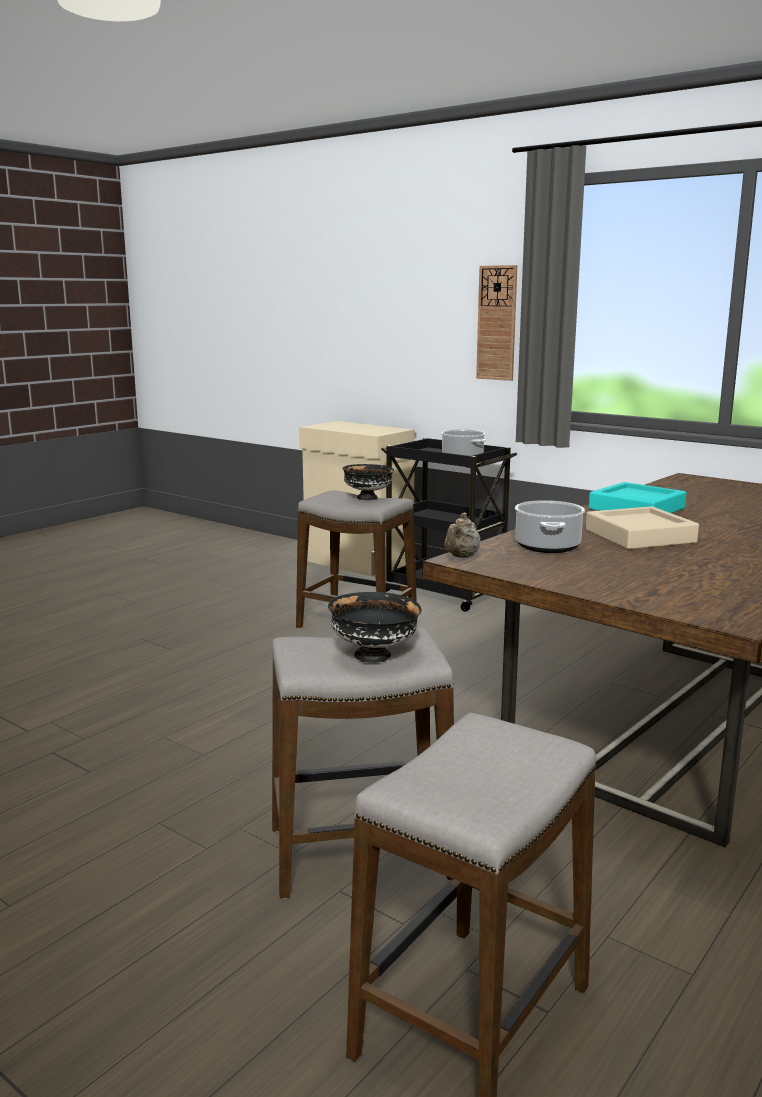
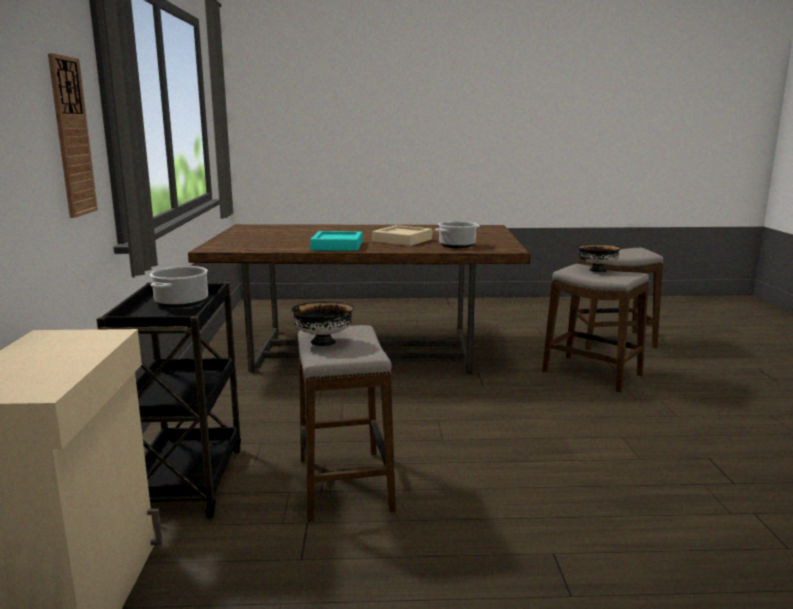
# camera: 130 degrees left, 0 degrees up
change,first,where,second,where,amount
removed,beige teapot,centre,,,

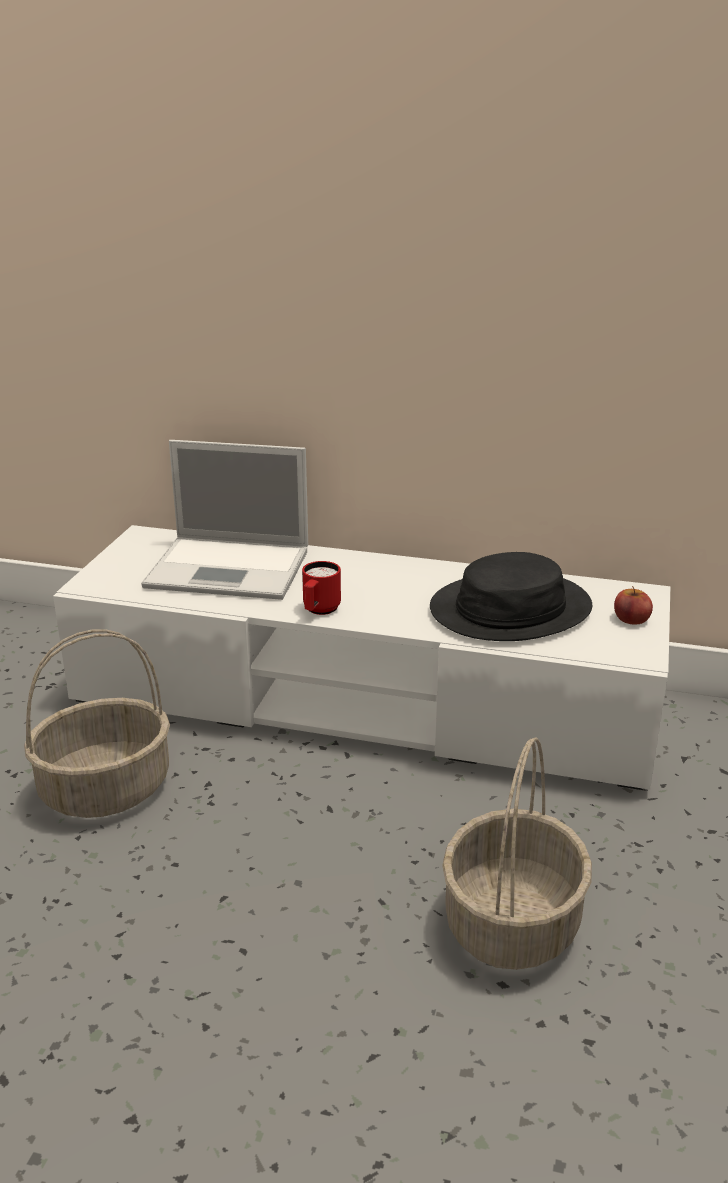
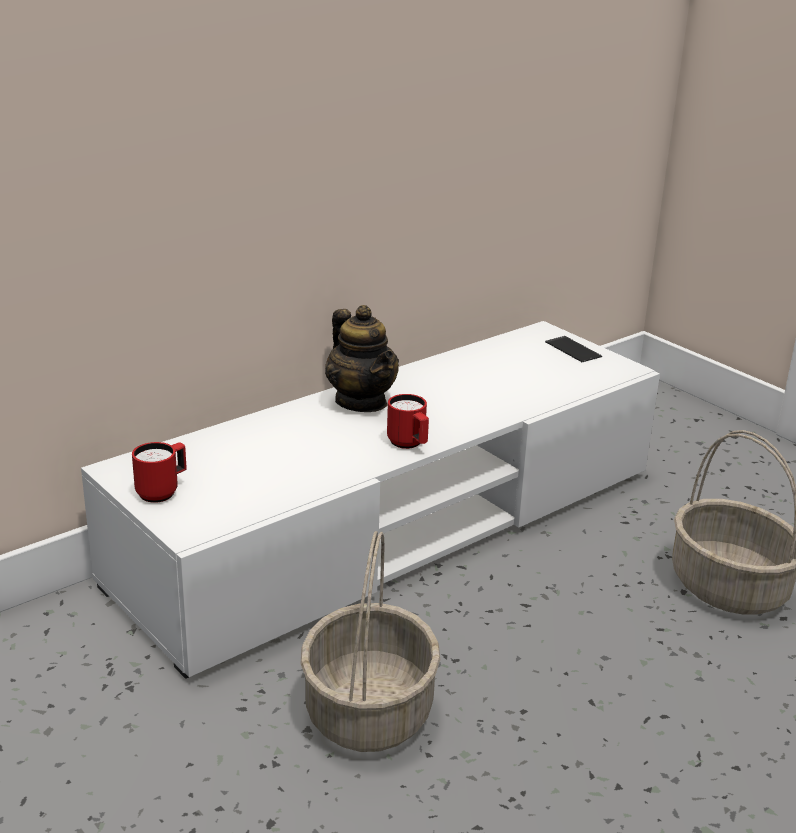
# camera: 55 degrees left, 0 degrees up
change,first,where,second,where,amount
removed,laptop,middle left,,,
removed,black hat,middle right,,,
replaced,apple,middle right,phone,middle right,
added,,,teapot,centre,
added,,,red mug (1st from left),middle left,

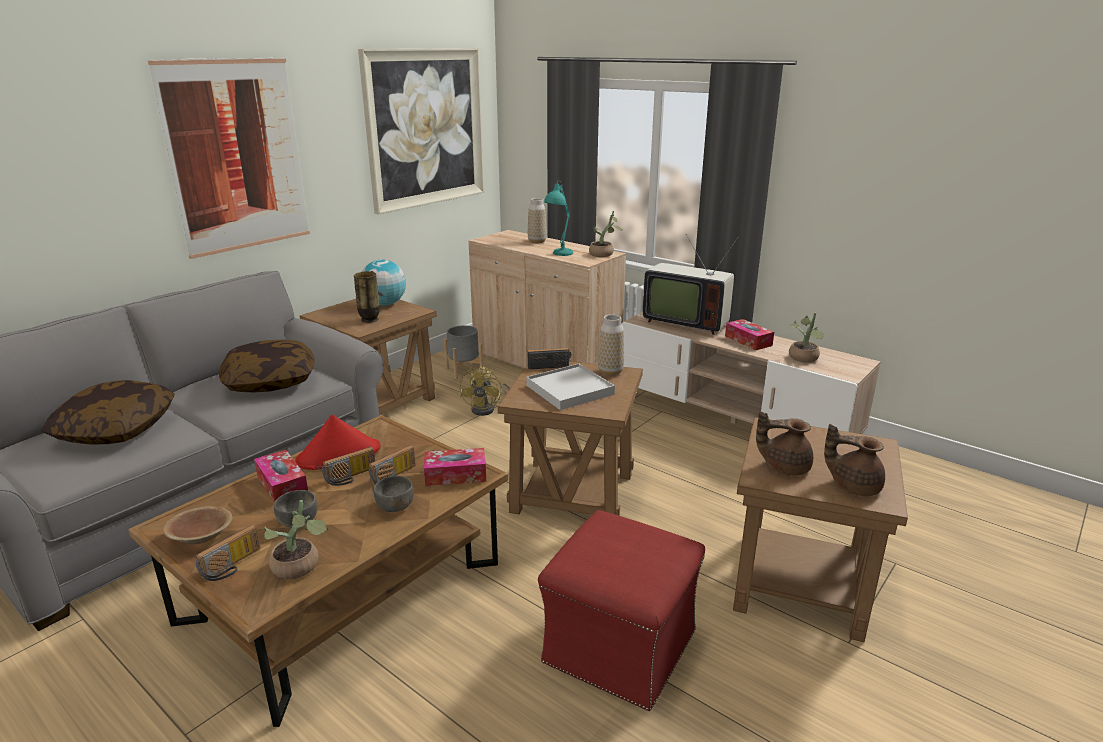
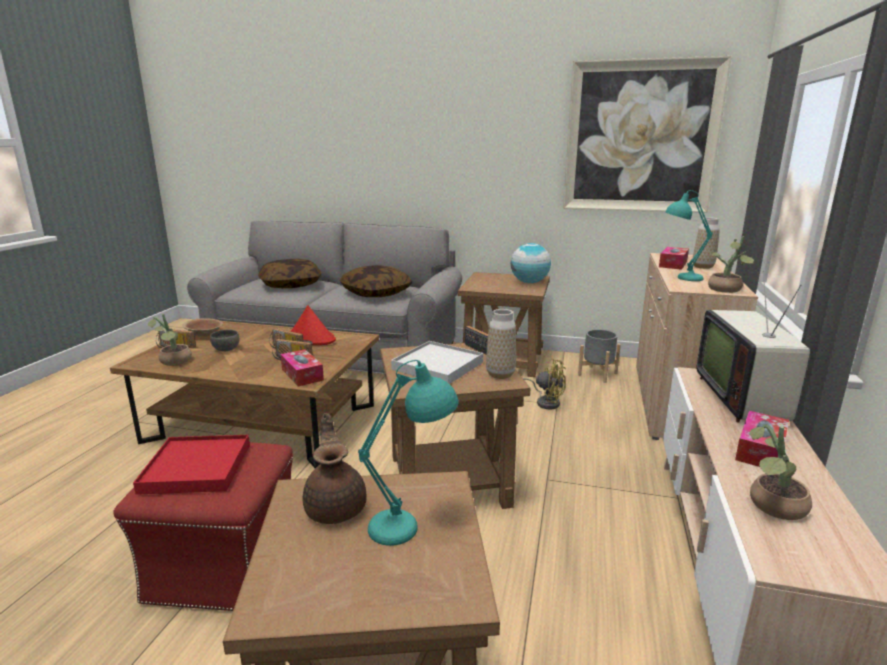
# camera: 65 degrees right, 5 degrees down
change,first,where,second,where,amount
removed,picture (1st from left),top left,,,
removed,vase (1st from left),middle left,,,
turned,yellow fan,centre,,centre,135 degrees counterclockwise
removed,brown teapot (2nd from left),middle right,,,
moved,tissue box (1st from left in the first image),middle left,tissue box (2nd from left),middle right,
removed,grey bowl (2nd from left),centre,,,
added,,,turquoise table lamp (1st from left),bottom centre,
added,,,red tray,bottom left,

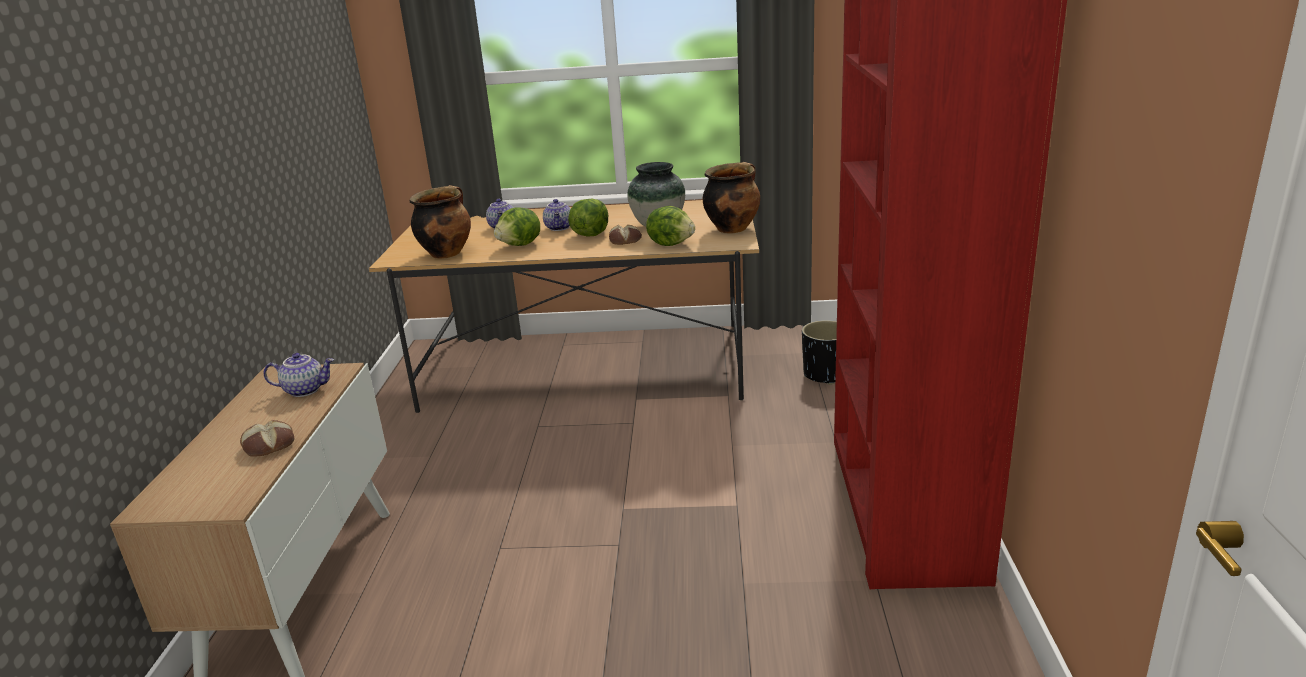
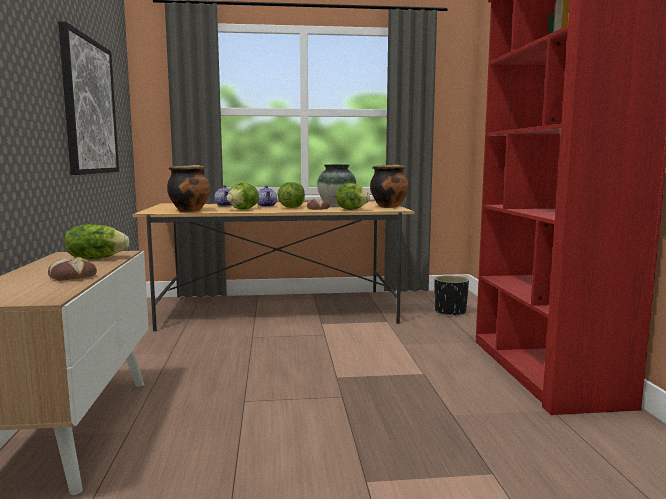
# camera: 10 degrees left, 15 degrees down
change,first,where,second,where,amount
replaced,teapot (1st from left),middle left,lettuce (1st from left),middle left,
added,,,picture,top left,

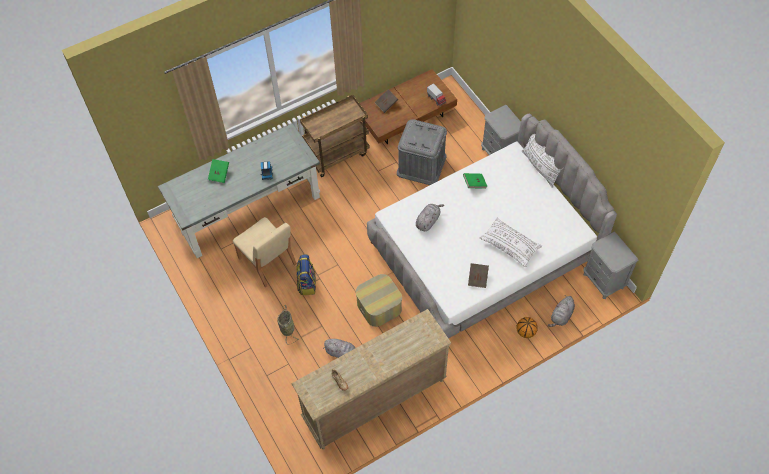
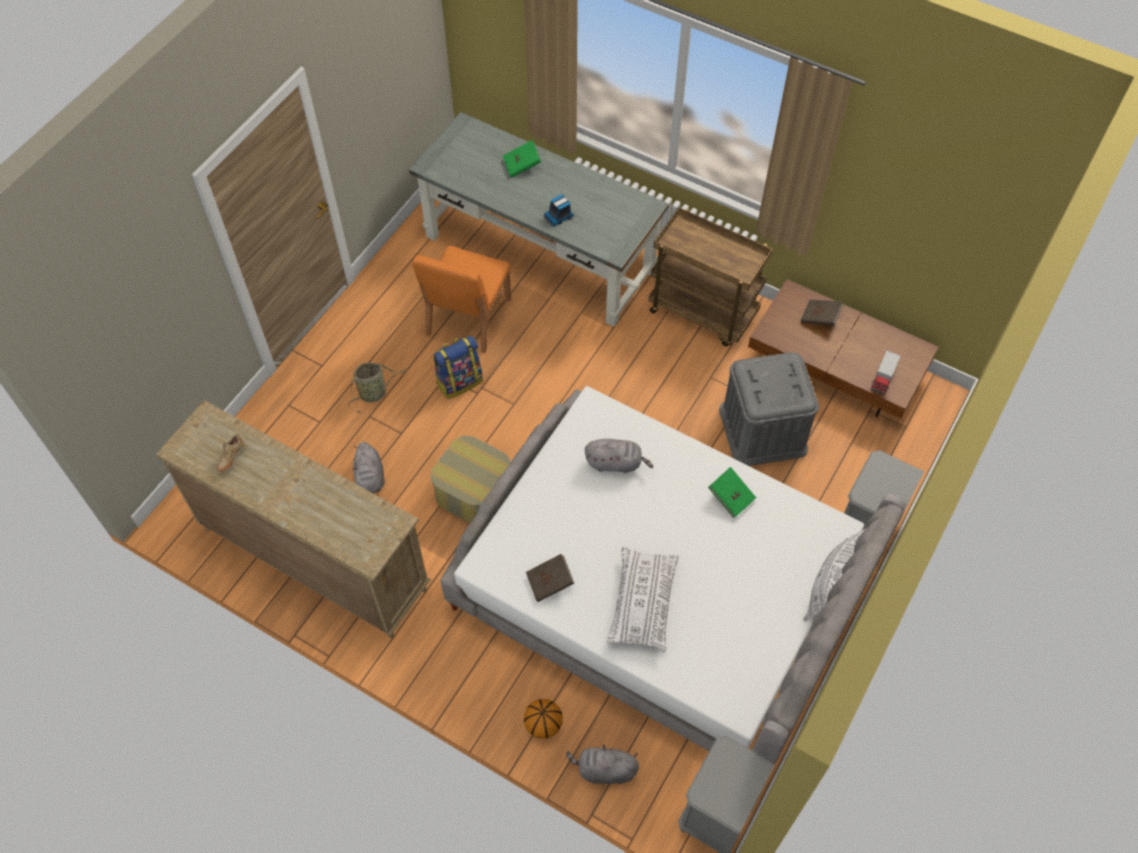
# camera: 60 degrees right, 0 degrees up
change,first,where,second,where,amount
recoloured,beige chair,centre,orange chair,centre,

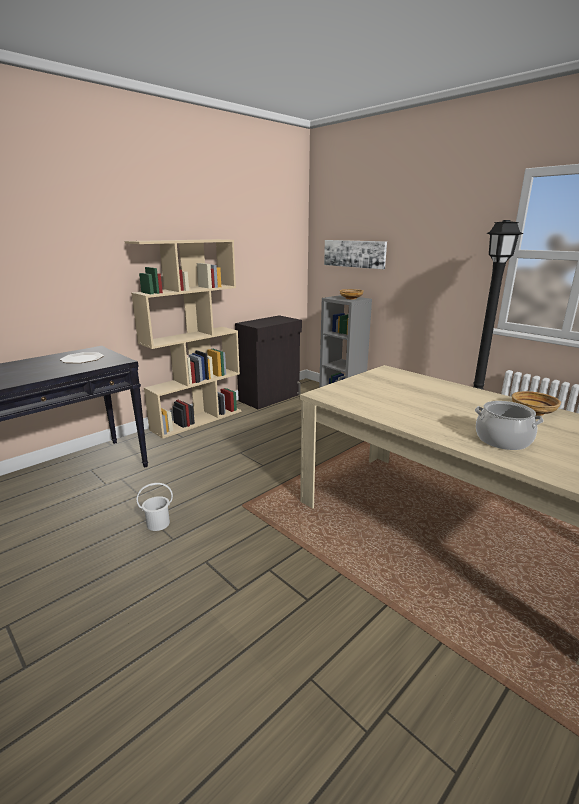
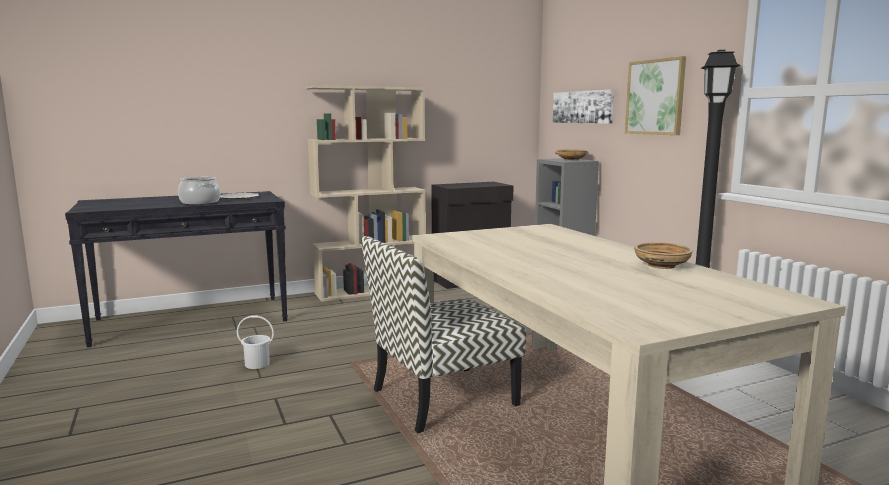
# camera: 20 degrees right, 10 degrees down
change,first,where,second,where,amount
moved,cooking pot,middle right,,middle left,
added,,,picture (2nd from left),top right,
added,,,chair,bottom centre,

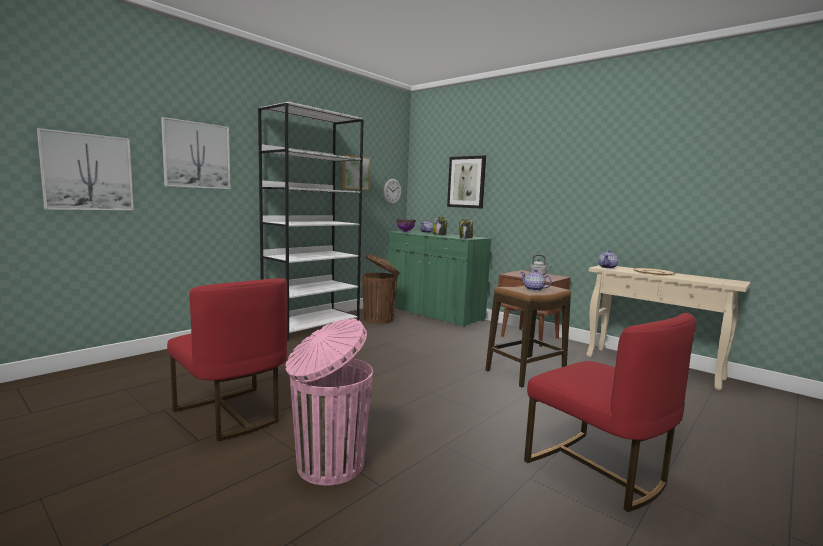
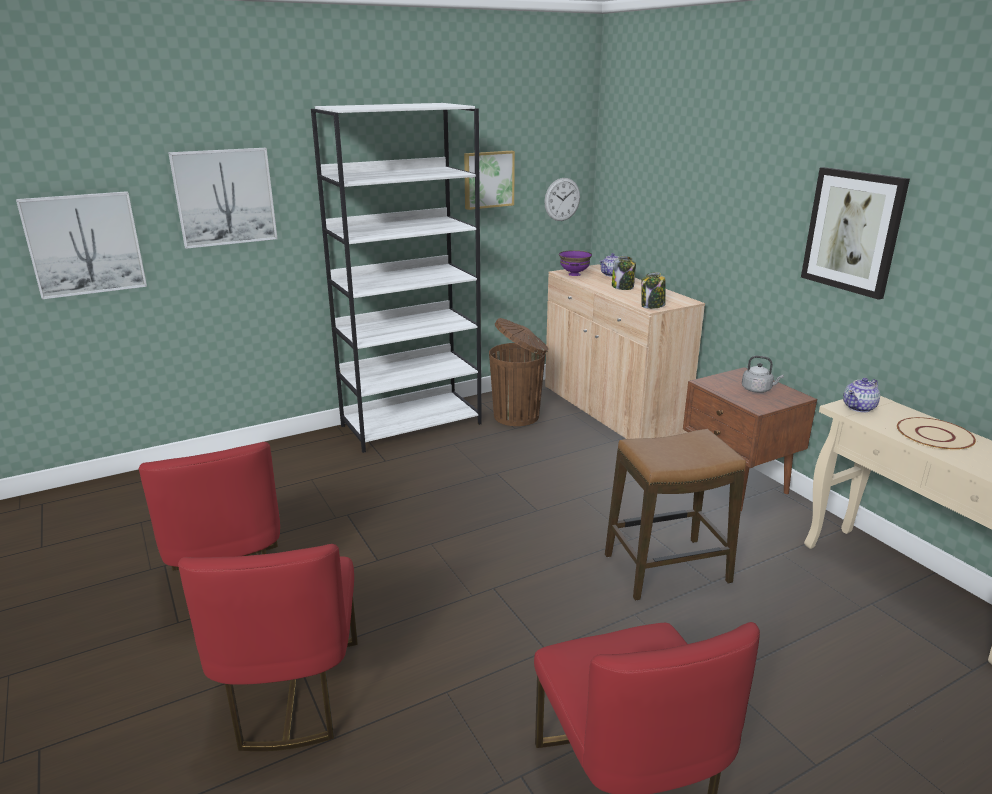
# camera: 20 degrees right, 15 degrees up
change,first,where,second,where,amount
moved,picture (4th from left),centre,,top right,
recoloured,green cabinet,centre,beige cabinet,centre,
removed,teapot (2nd from left),centre,,,
replaced,pink trash can,bottom centre,red chair (2nd from left),bottom left,

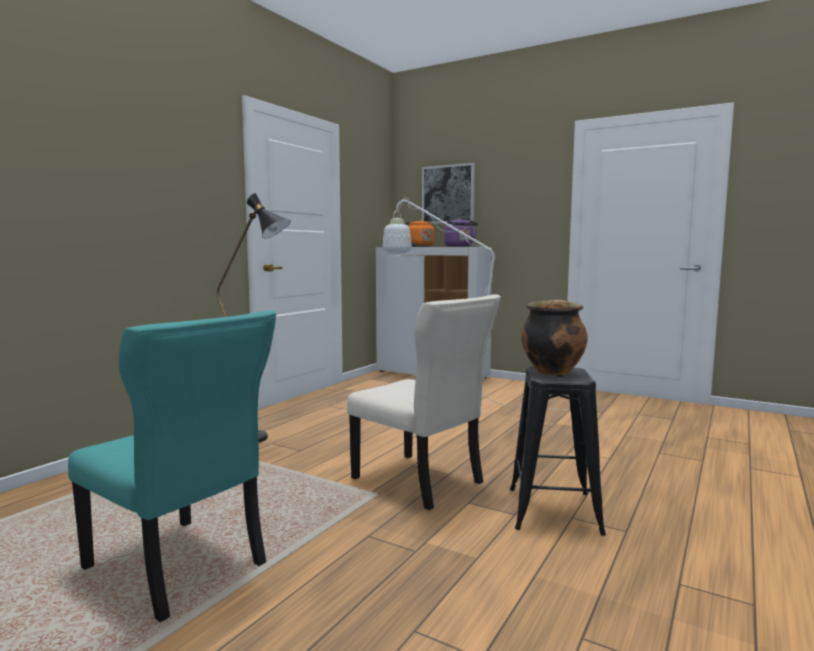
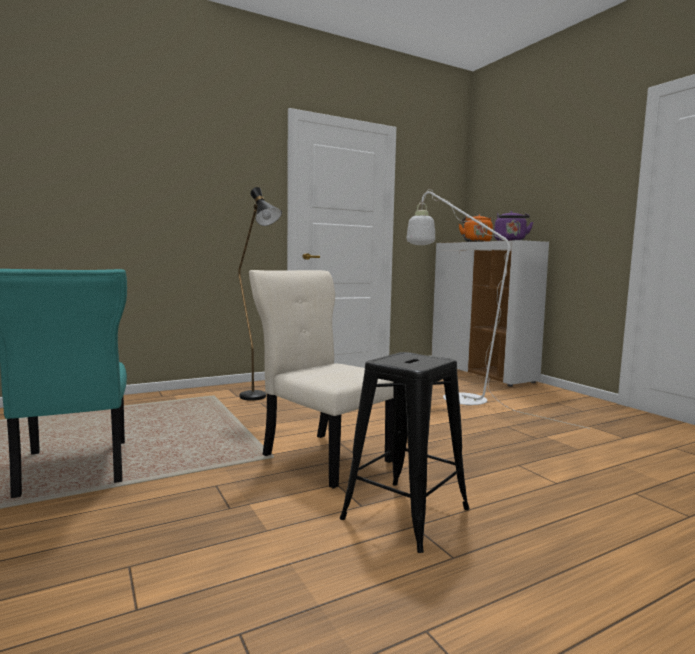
# camera: 30 degrees right, 0 degrees up
change,first,where,second,where,amount
removed,picture,top centre,,,
turned,beige chair,centre,,centre,150 degrees clockwise
removed,cooking pot,middle right,,,

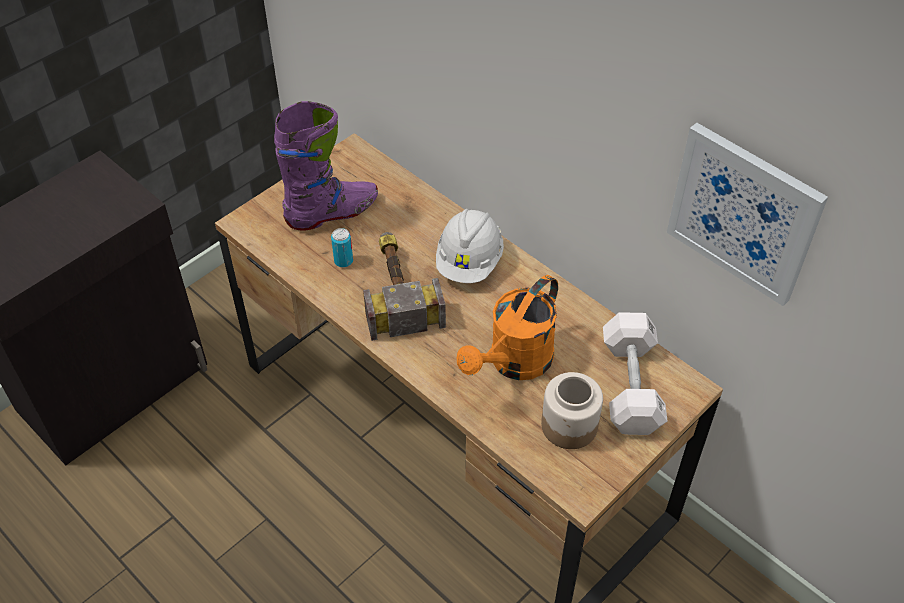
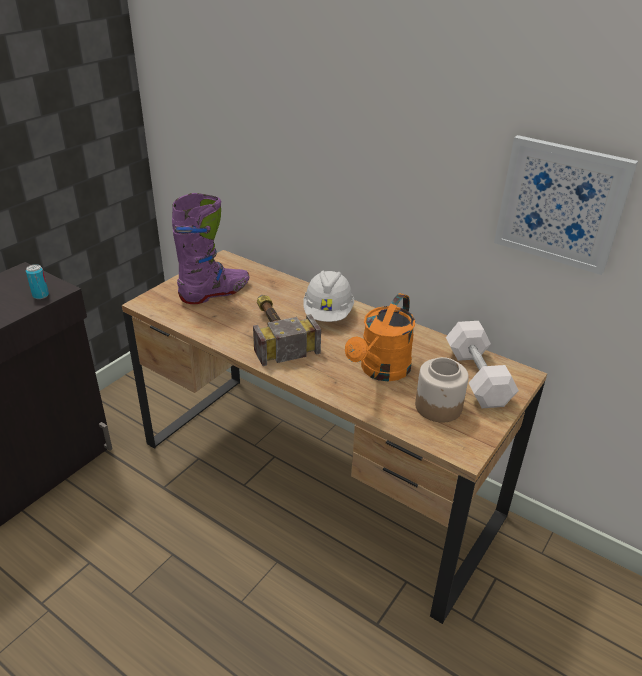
# camera: 10 degrees left, 15 degrees down
change,first,where,second,where,amount
moved,can,centre,,middle left,

